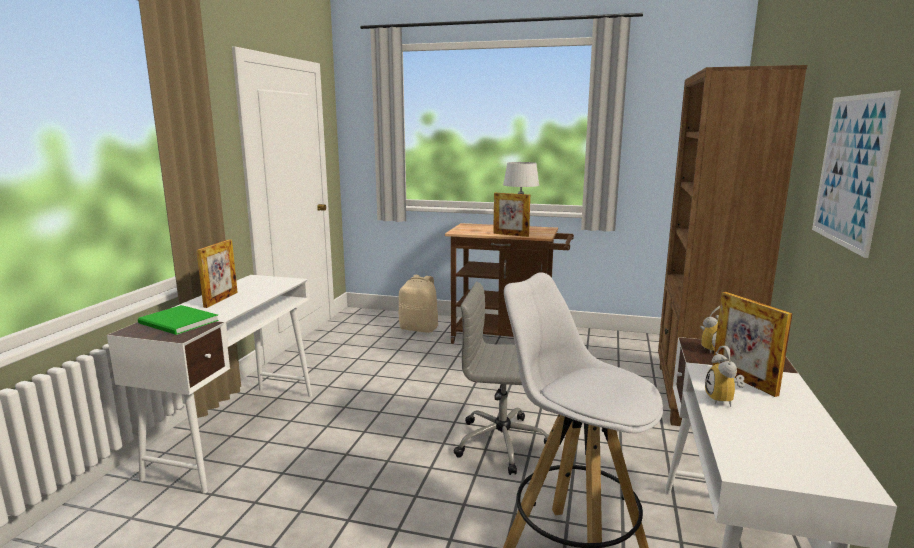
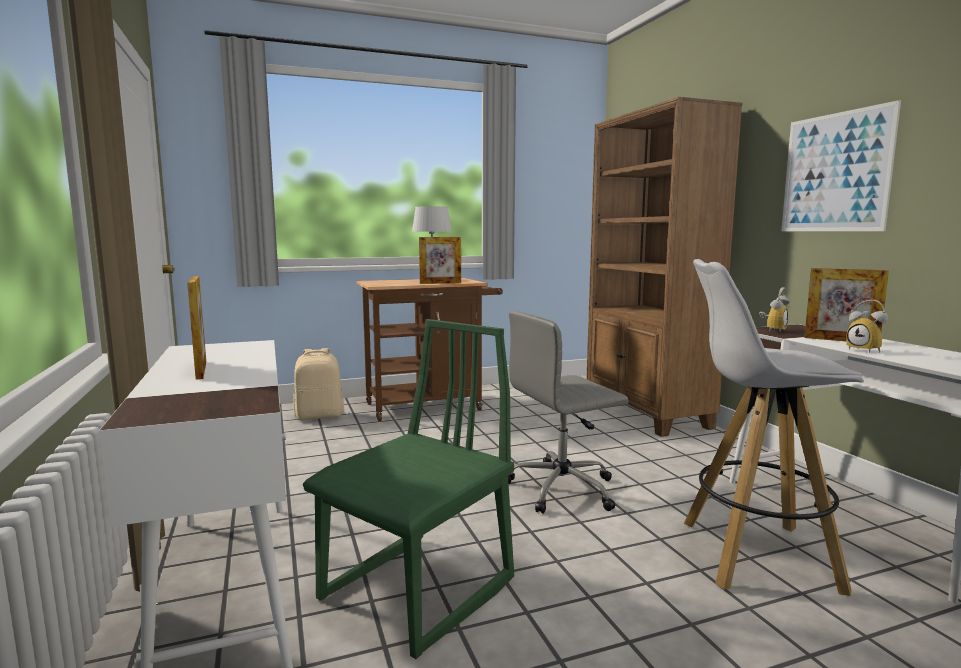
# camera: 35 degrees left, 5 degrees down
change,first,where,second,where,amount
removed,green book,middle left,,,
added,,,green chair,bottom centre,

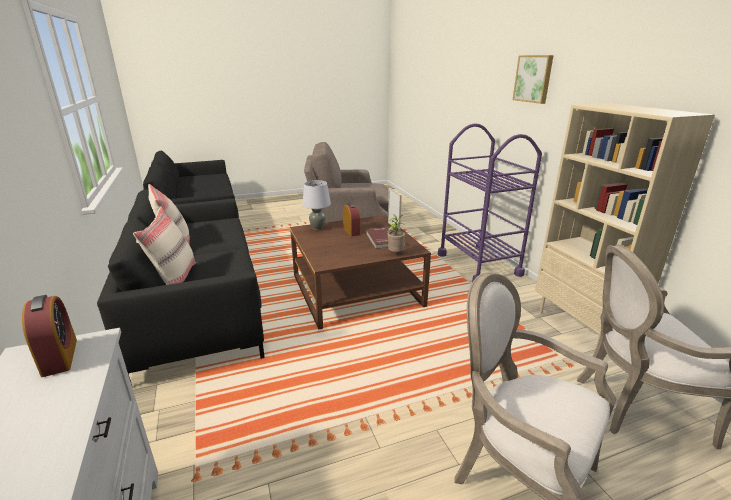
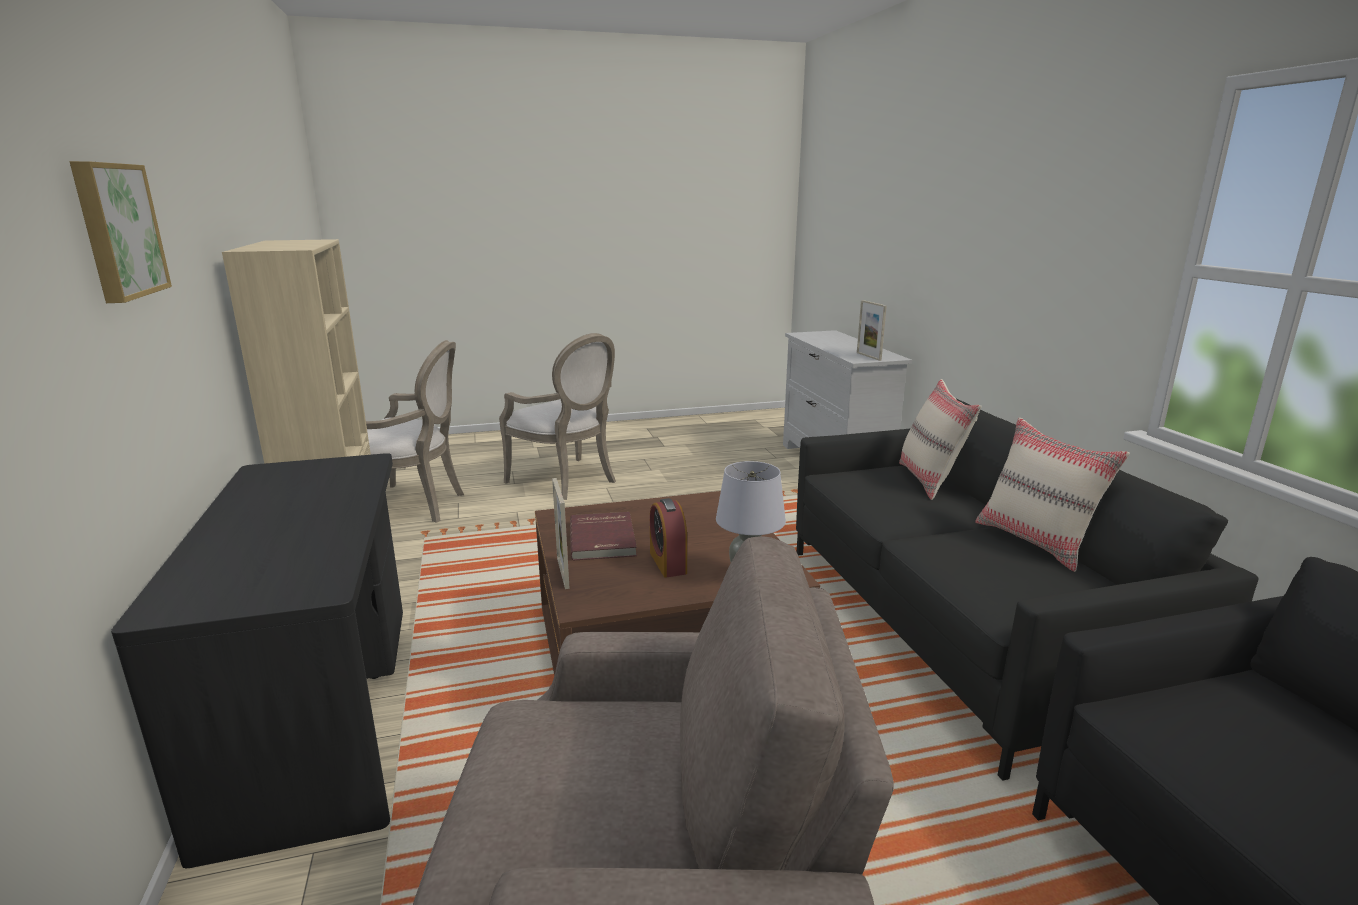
# camera: 175 degrees left, 5 degrees down
change,first,where,second,where,amount
replaced,purple cart,middle right,black desk,bottom left,
removed,potted plant,centre,,,
replaced,alarm clock (1st from left),bottom left,picture frame (2nd from left),centre,

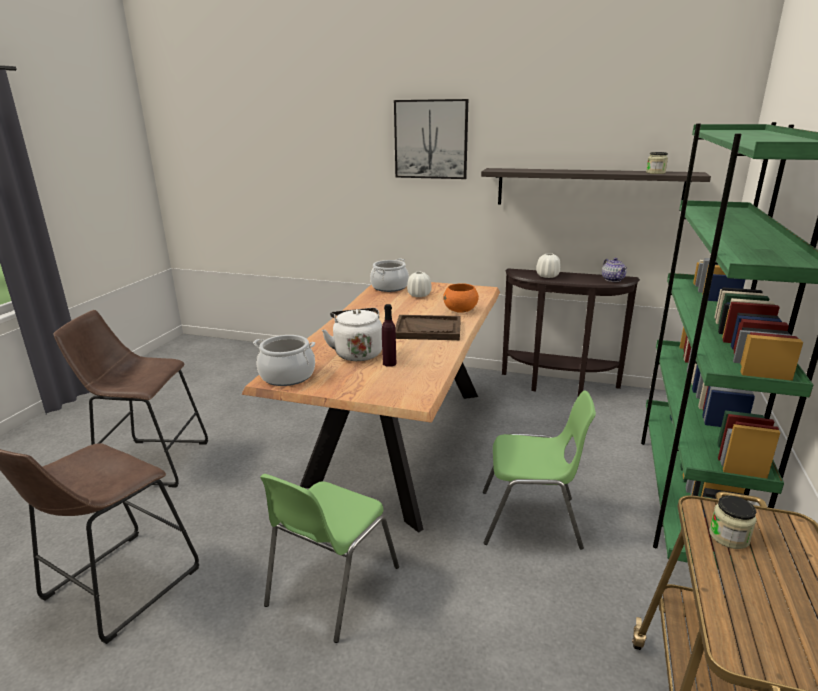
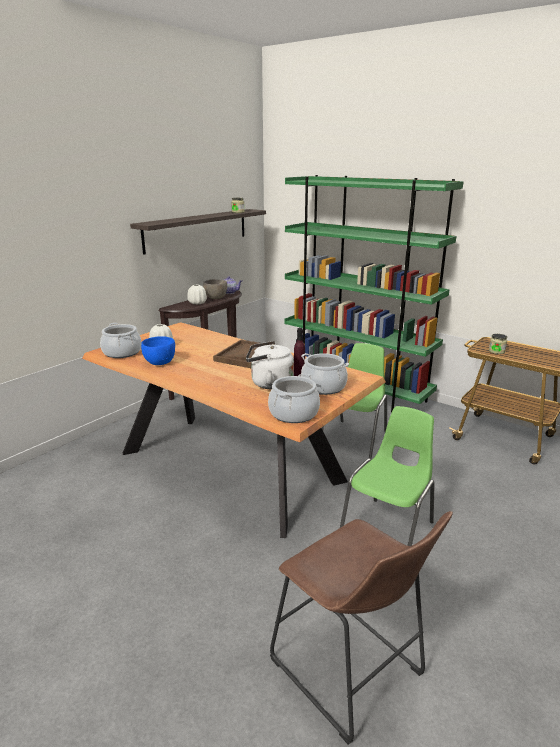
# camera: 70 degrees left, 0 degrees up
change,first,where,second,where,amount
removed,picture,top centre,,,
removed,orange bowl,centre,,,
removed,brown stool (2nd from left),middle left,,,
turned,green chair (1st from left in the first image),bottom centre,green chair (2nd from left),middle right,105 degrees counterclockwise
added,,,grey bowl,centre,
added,,,blue bowl,middle left,
added,,,cooking pot (3rd from left),centre,

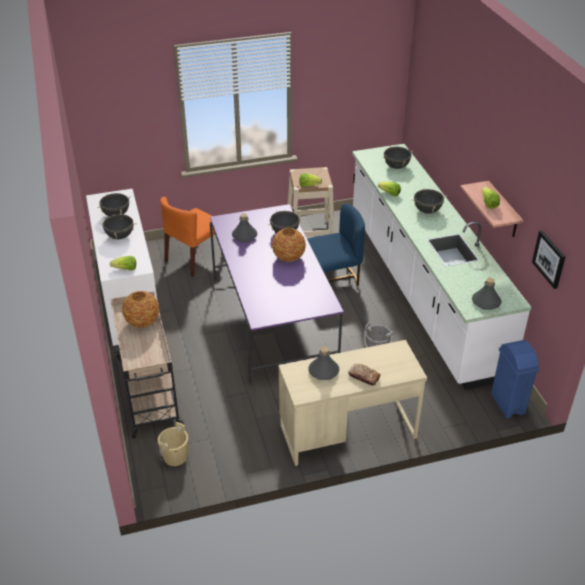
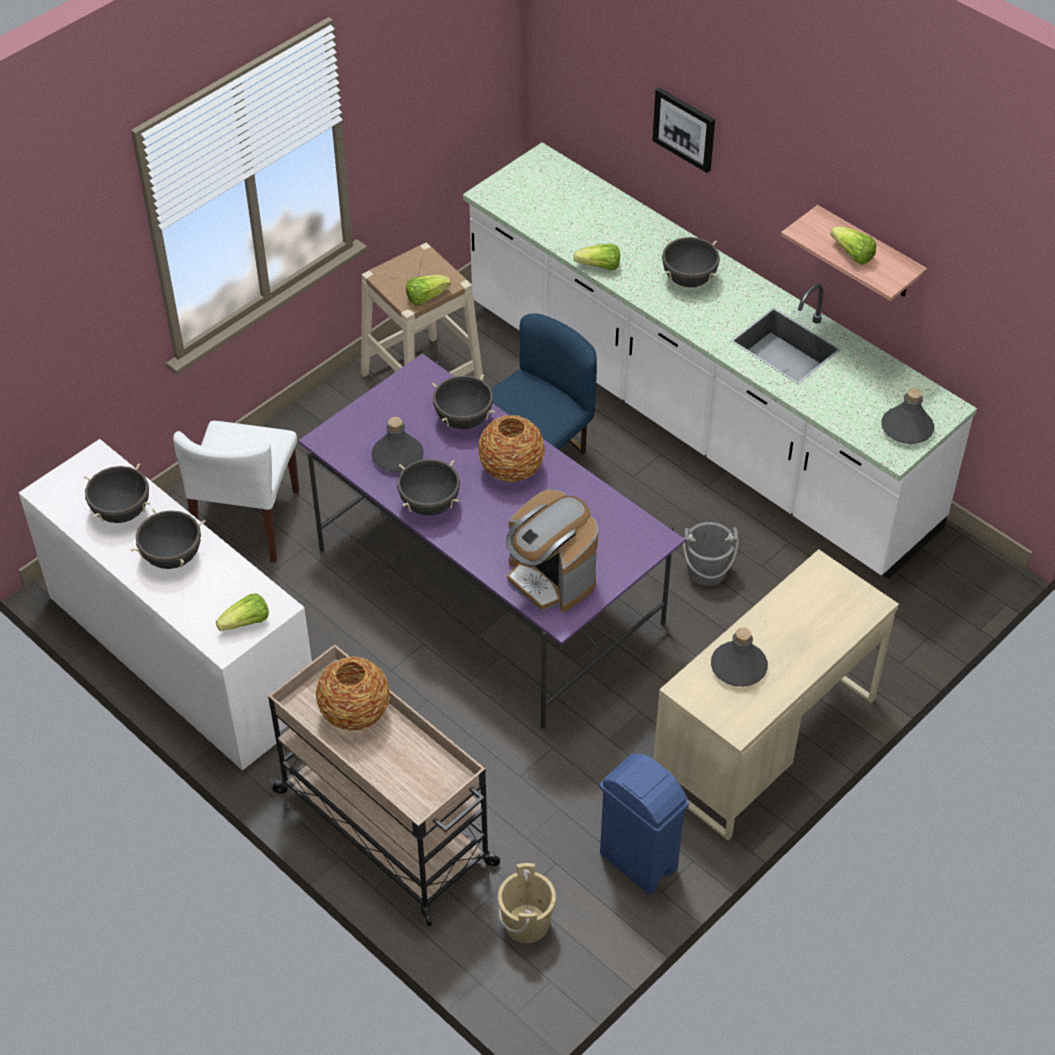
# camera: 30 degrees left, 10 degrees up
change,first,where,second,where,amount
moved,black cooking pot (4th from left in the first image),top right,black cooking pot (3rd from left),centre,
recoloured,orange chair,middle left,white chair,middle left,
moved,picture,middle right,,top centre,
moved,blue trash can,middle right,,bottom centre,
removed,bread,centre,,,
added,,,coffee machine,centre,

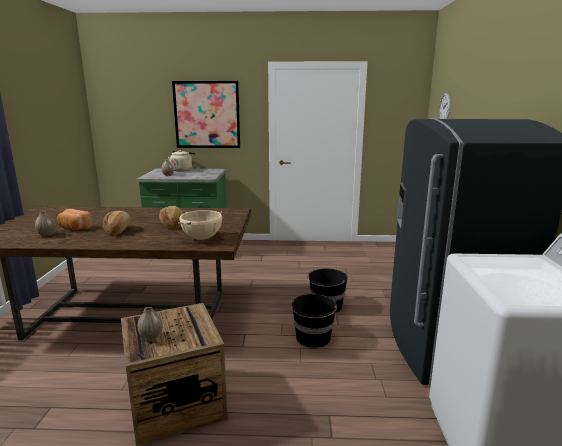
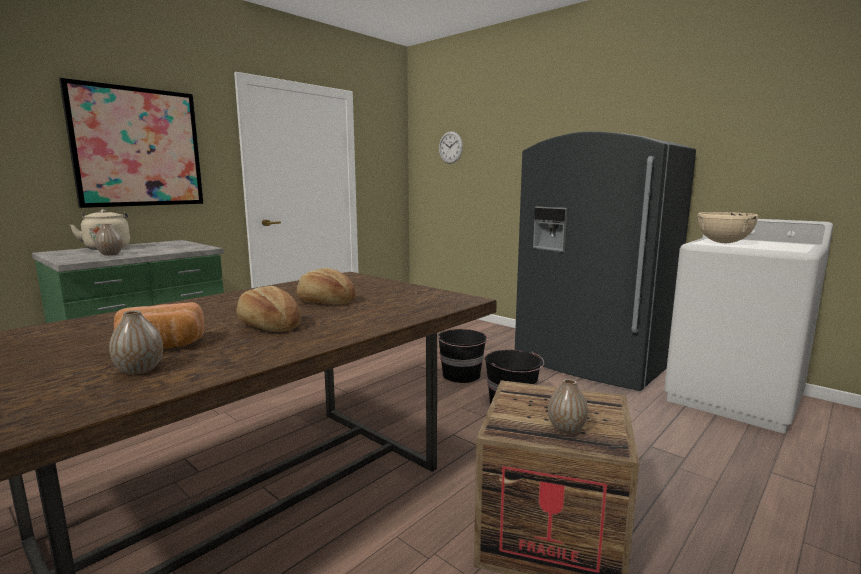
# camera: 50 degrees left, 5 degrees down
change,first,where,second,where,amount
moved,beige cooking pot,centre,,middle right,

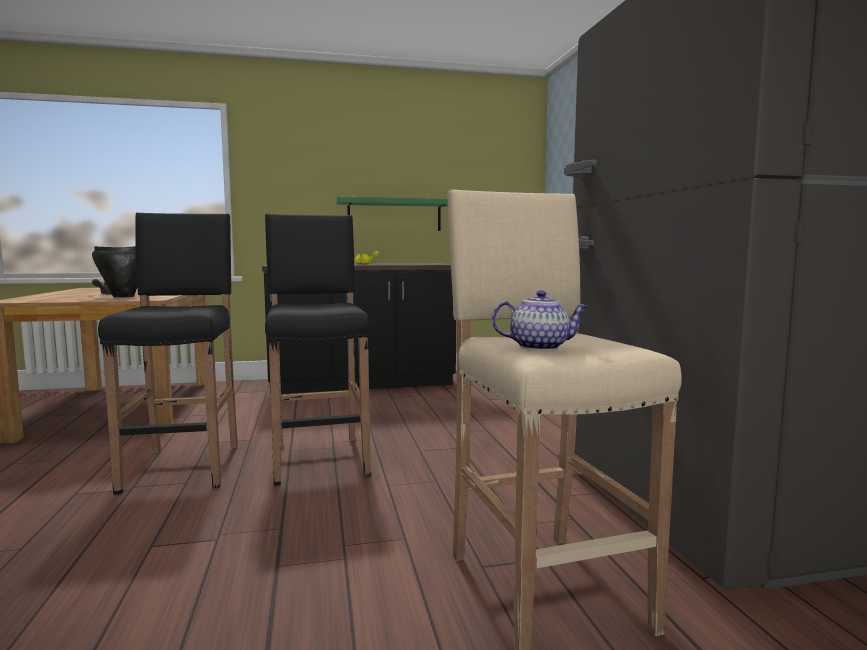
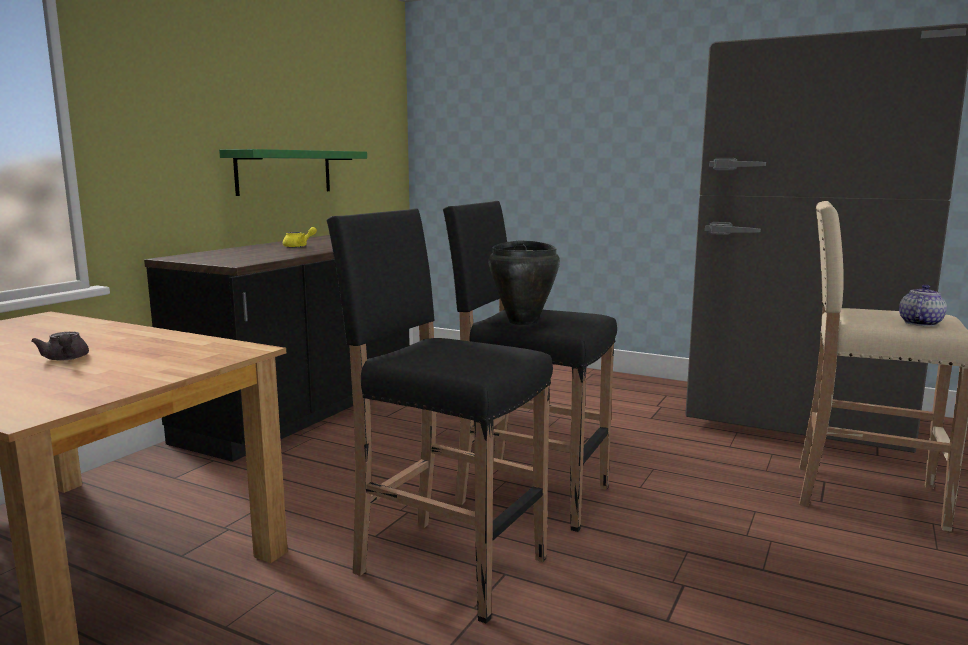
# camera: 50 degrees left, 5 degrees up
change,first,where,second,where,amount
moved,black cooking pot,middle left,,centre,

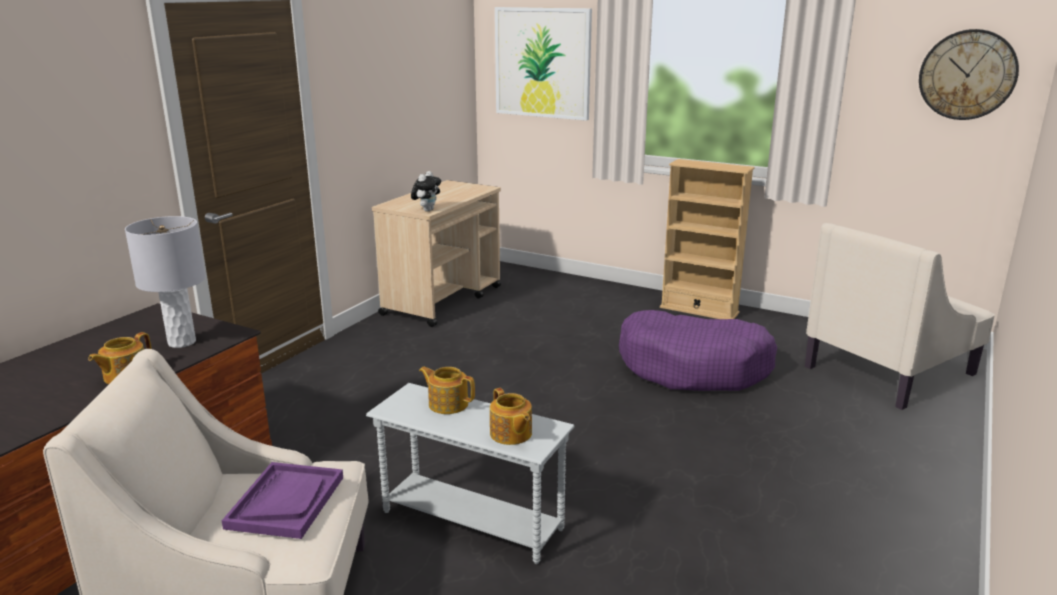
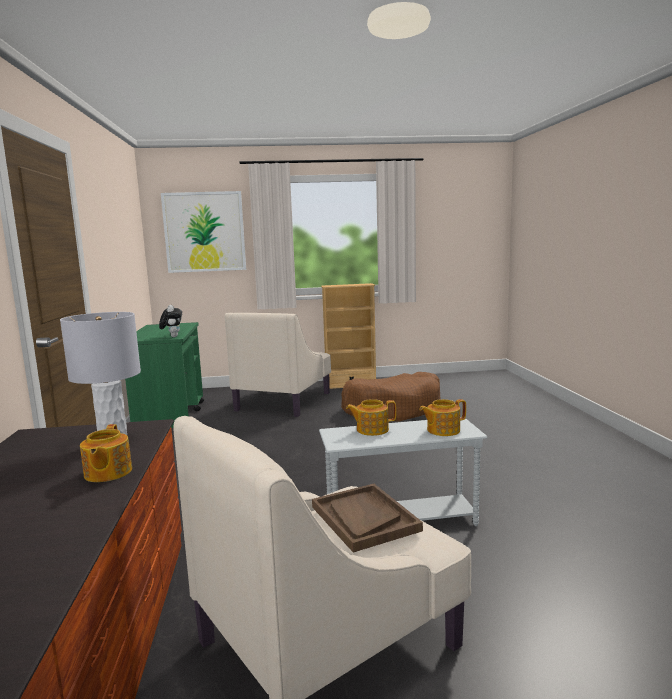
# camera: 35 degrees left, 10 degrees down
change,first,where,second,where,amount
removed,wall clock,top right,,,
recoloured,beige cart,centre,green cart,middle left,
moved,beige armchair (2nd from left in the first image),middle right,beige armchair (1st from left),centre,
recoloured,purple dog bed,centre,brown dog bed,centre,
turned,teapot (3rd from left),bottom centre,,centre,135 degrees clockwise
recoloured,purple tray,bottom left,brown tray,bottom centre,

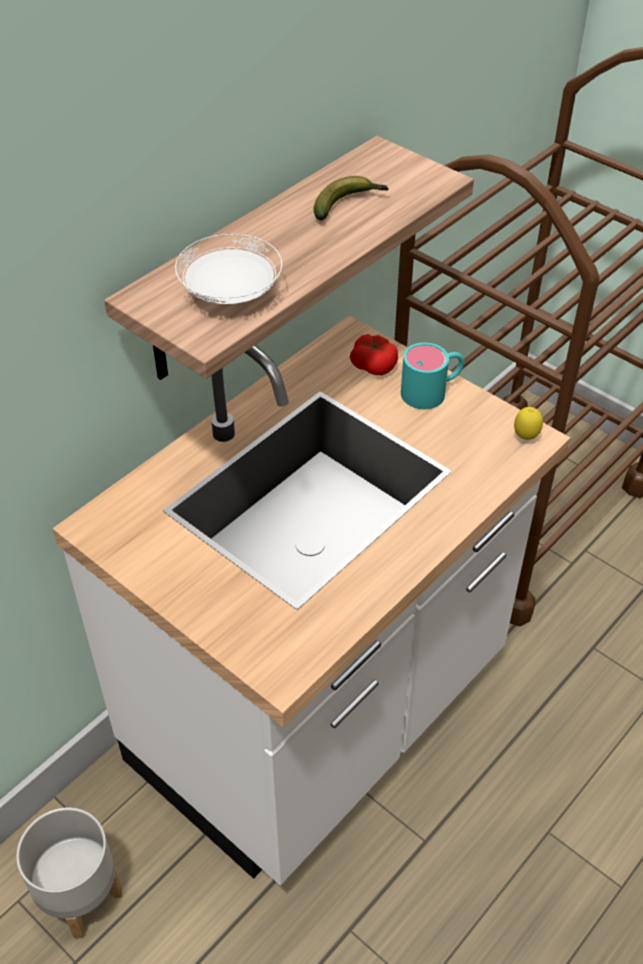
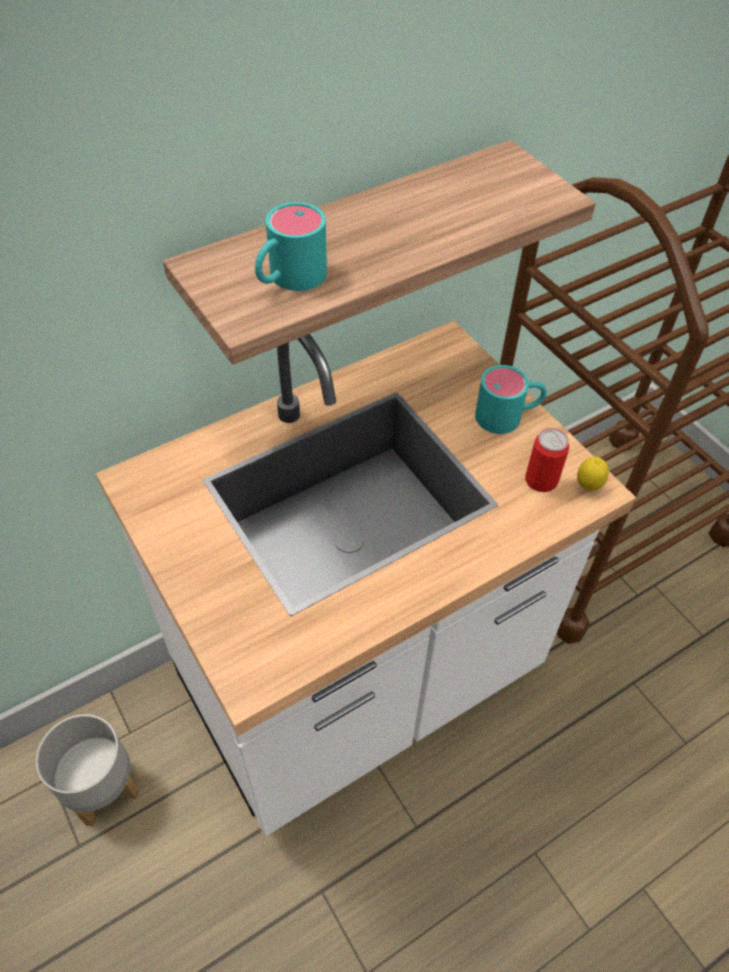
# camera: 15 degrees right, 5 degrees up
change,first,where,second,where,amount
removed,banana,top centre,,,
replaced,white plate,top centre,turquoise mug (1st from left),top centre,
removed,tomato,centre,,,
added,,,can,middle right,

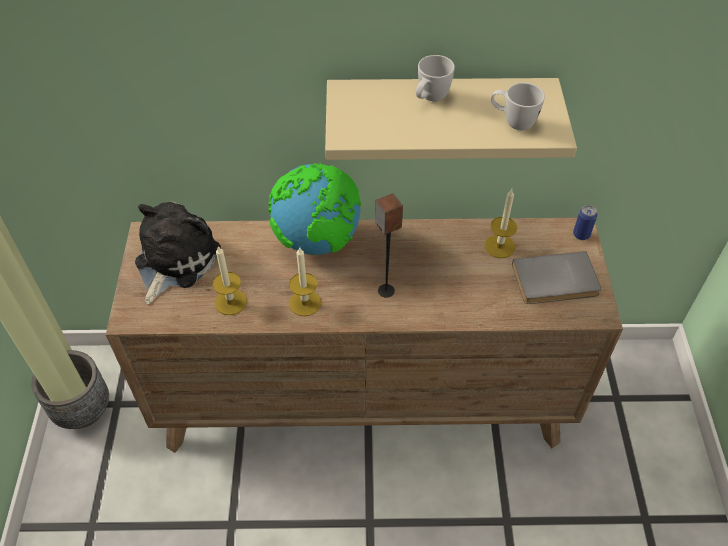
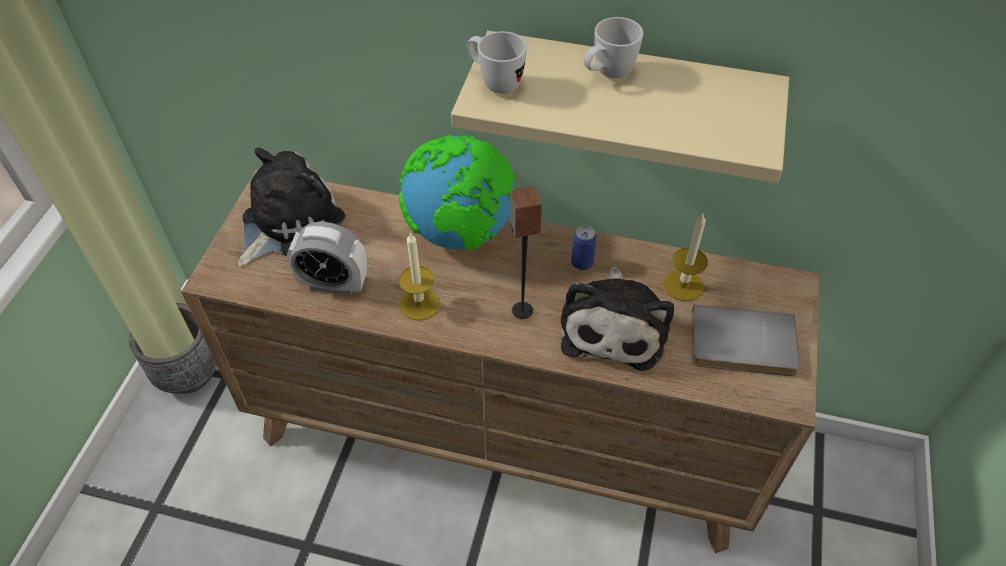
# camera: 15 degrees right, 0 degrees up
change,first,where,second,where,amount
moved,white mug (2nd from left in the first image),top right,white mug (1st from left),top centre,
moved,can,middle right,,centre,
replaced,candle (1st from left),middle left,alarm clock,middle left,
added,,,plush toy (2nd from left),centre,

